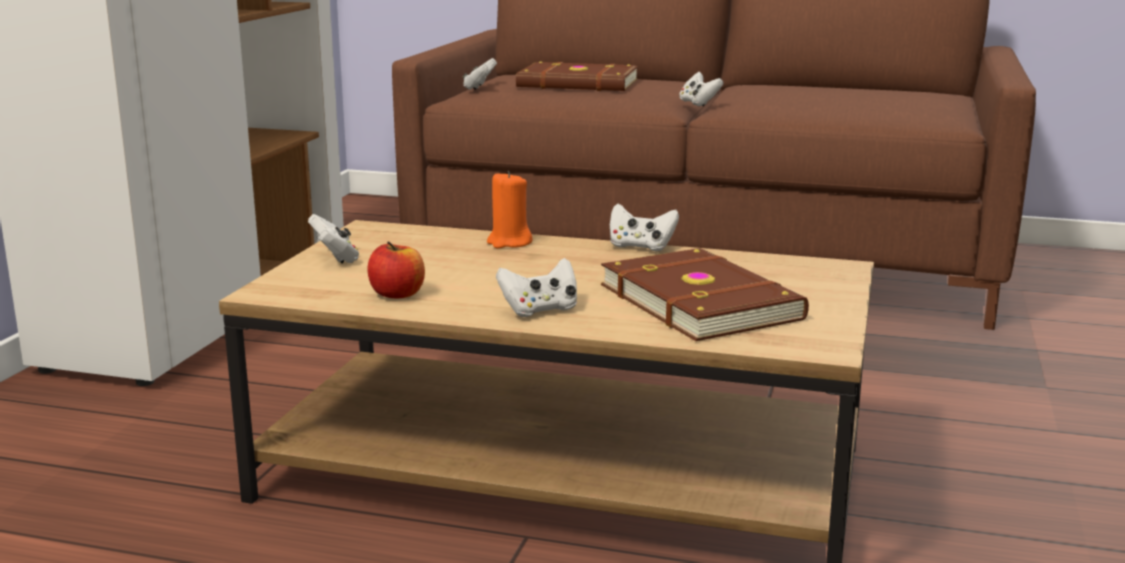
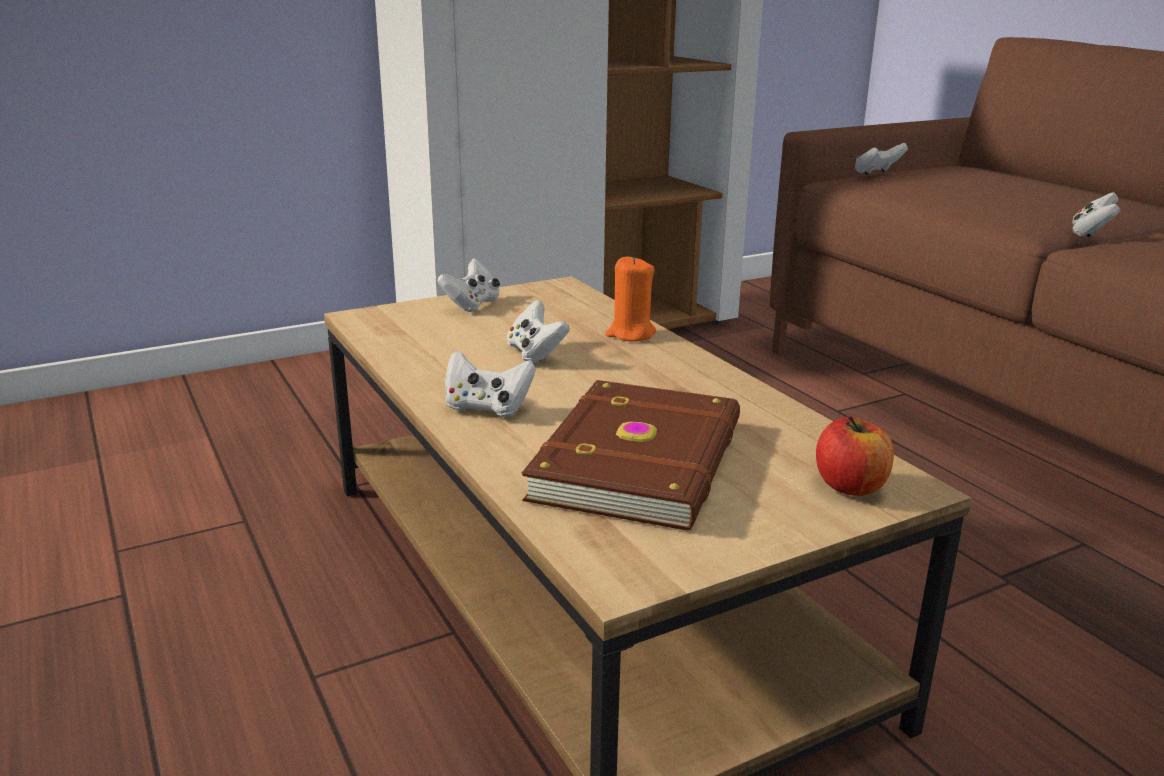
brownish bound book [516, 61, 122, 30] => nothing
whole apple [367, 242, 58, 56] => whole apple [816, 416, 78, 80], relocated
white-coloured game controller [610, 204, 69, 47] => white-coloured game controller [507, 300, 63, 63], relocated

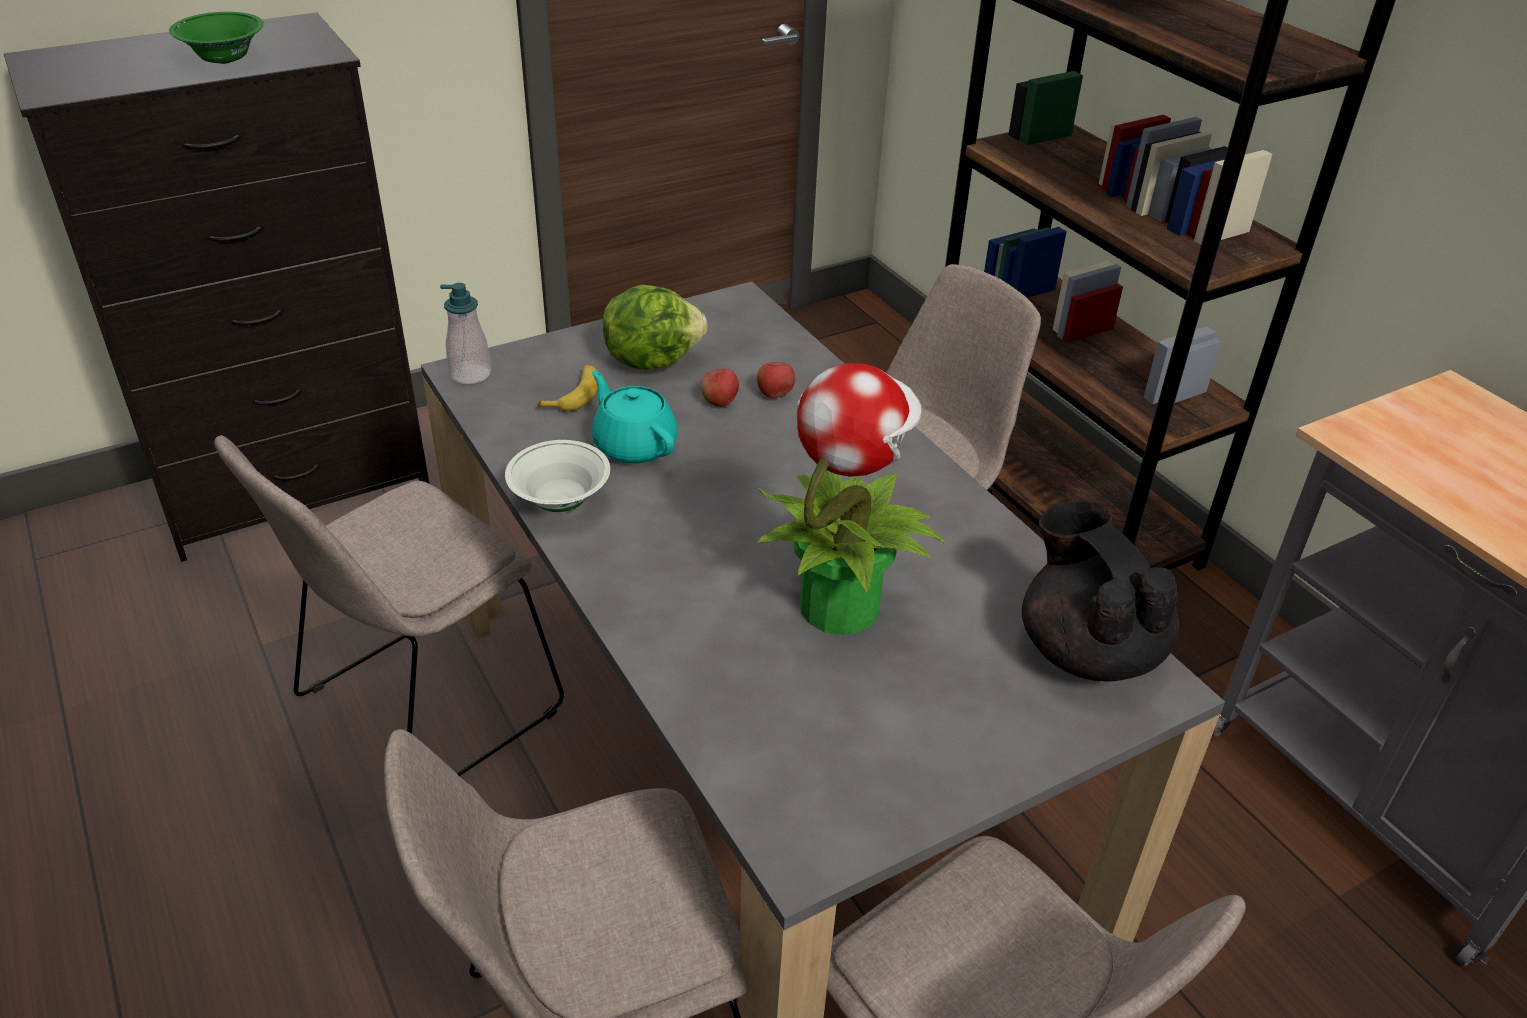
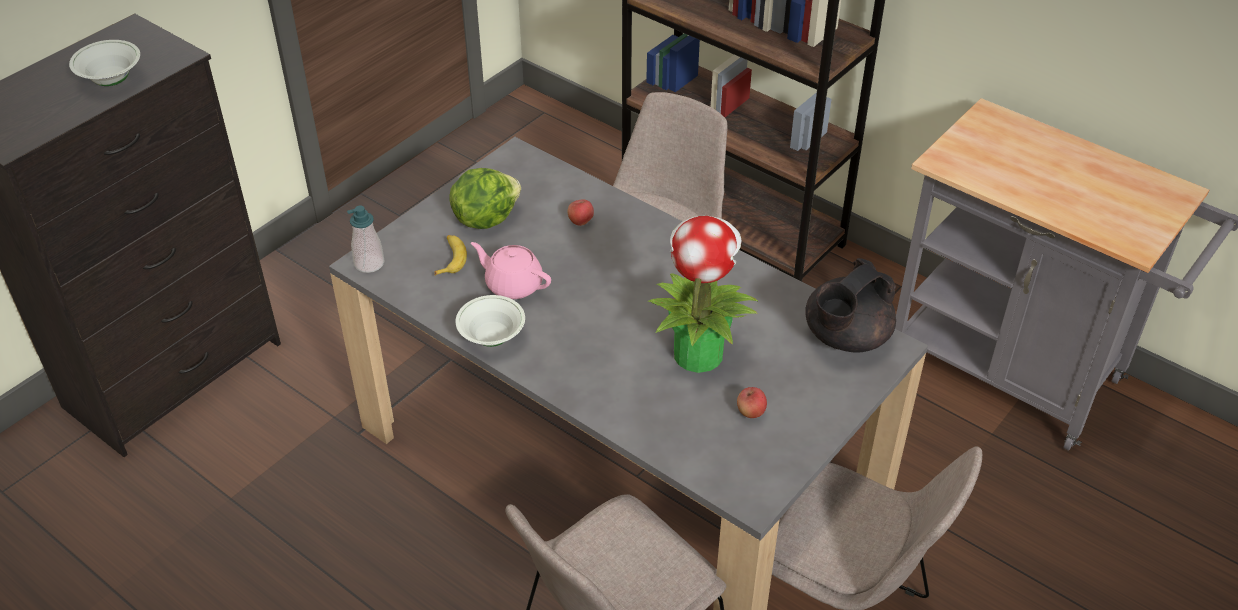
beige-coloured chair [214, 435, 350, 341] => nothing
whole apple [701, 368, 38, 39] => whole apple [737, 387, 30, 31], relocated
greenish deep dish [169, 12, 95, 52] => white-coloured deep dish [69, 40, 71, 46]
turquoise-coloured pot for tea [592, 371, 86, 93] => pink pot for tea [471, 242, 80, 57]
black pot for tea [1022, 500, 156, 182] => black pot for tea [805, 258, 91, 94], 90 degrees counterclockwise

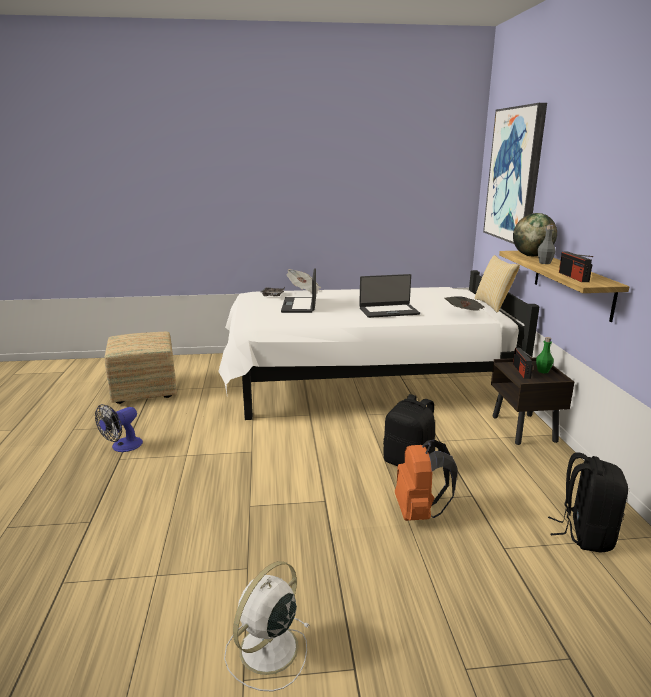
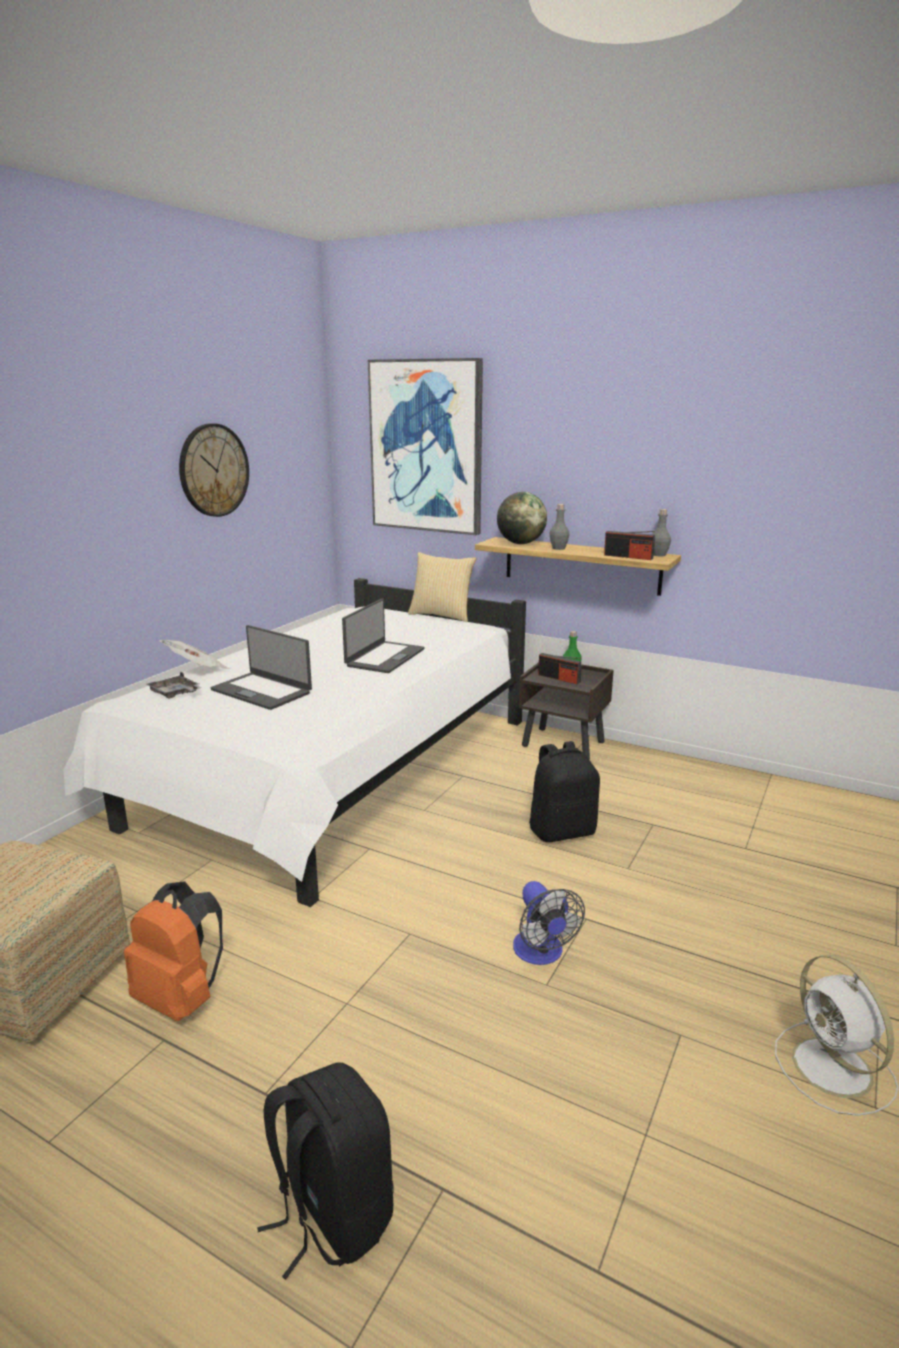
newspaper [444, 296, 40, 15] => nothing
nothing => hanging clock [179, 423, 70, 94]
nothing => greyish bottle [652, 509, 19, 47]
cooling fan [95, 404, 48, 48] => cooling fan [513, 881, 72, 84], relocated
orange rucksack [395, 440, 63, 81] => orange rucksack [124, 881, 99, 141], relocated
black rucksack [548, 452, 80, 101] => black rucksack [257, 1062, 136, 218], relocated

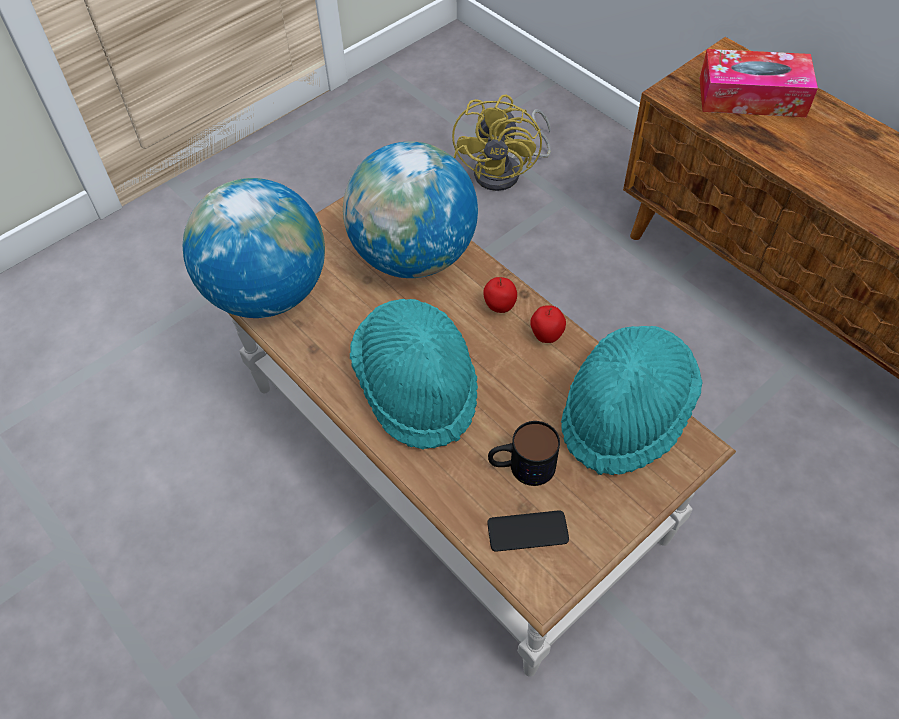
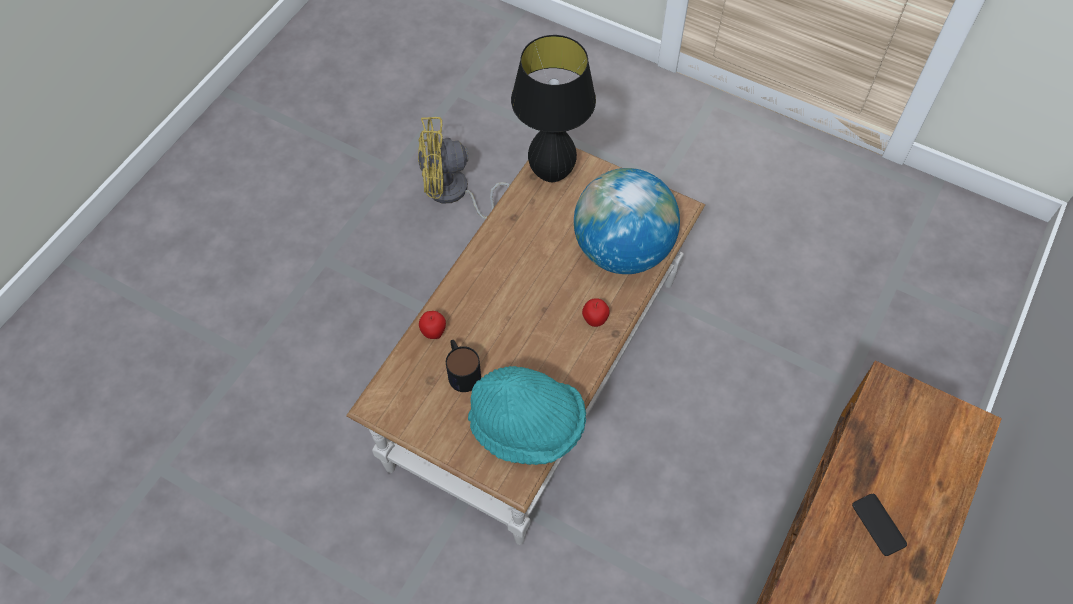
turquoise-coloured hat [350, 299, 128, 151] => nothing
tissue holder [700, 49, 118, 68] => nothing
yellowish cooling fan [452, 94, 99, 97] => yellowish cooling fan [418, 117, 92, 103], relocated
telephone [487, 510, 82, 42] => telephone [852, 494, 55, 62], relocated
whole apple [530, 305, 36, 38] => whole apple [419, 311, 27, 28], relocated
globe [183, 178, 142, 140] => black lamp for a table [511, 35, 85, 147]

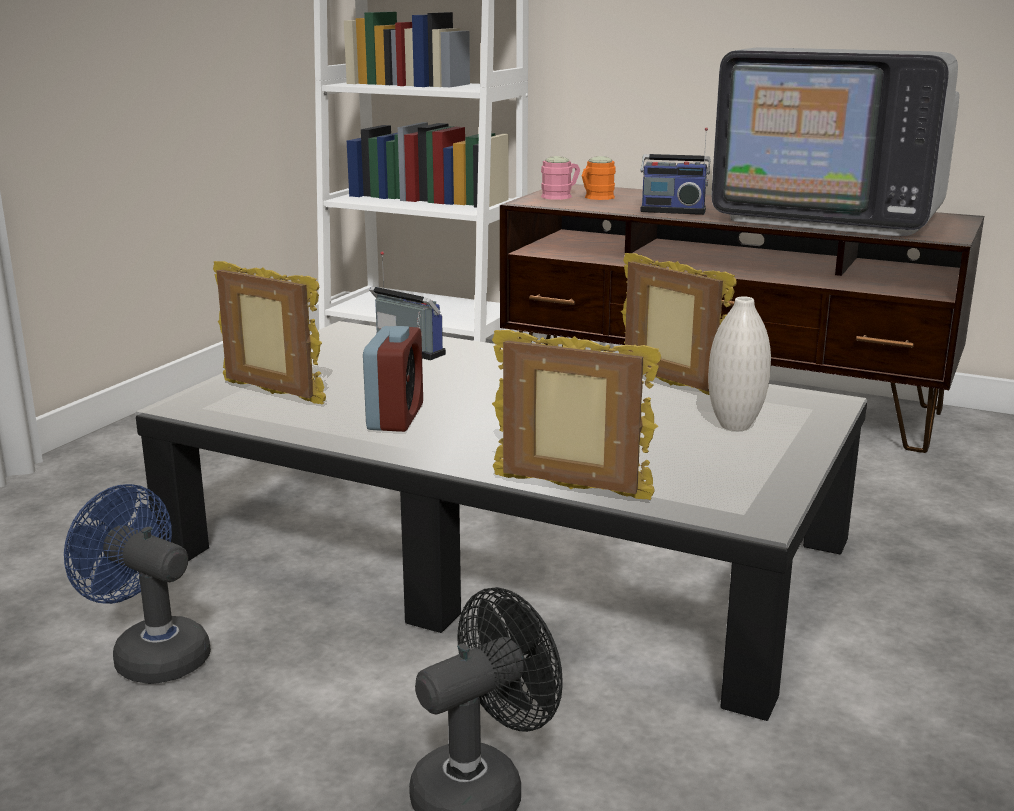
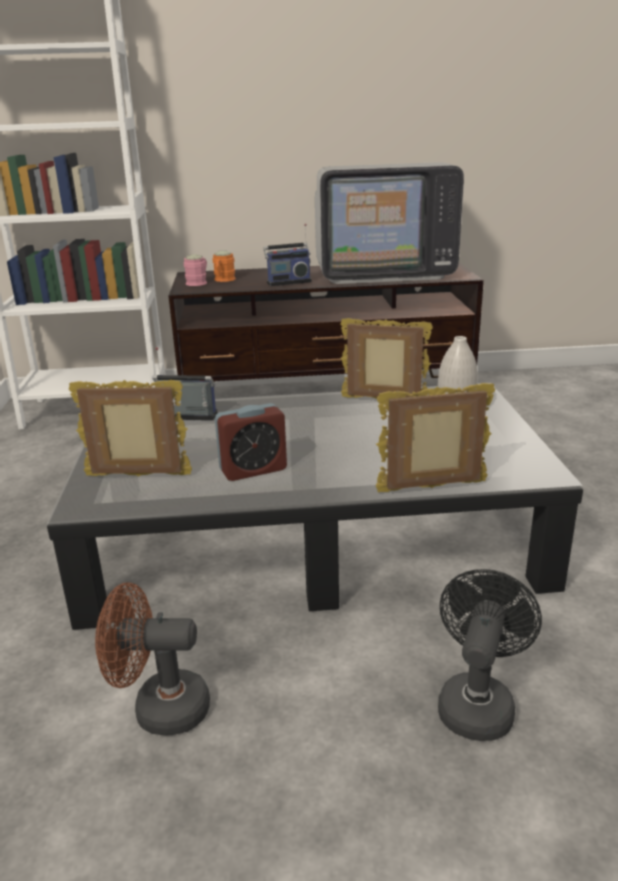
bluish cooling fan [64, 484, 147, 200] => brownish cooling fan [95, 582, 115, 154]
table clock [363, 326, 60, 106] => table clock [215, 403, 72, 78], 90 degrees clockwise

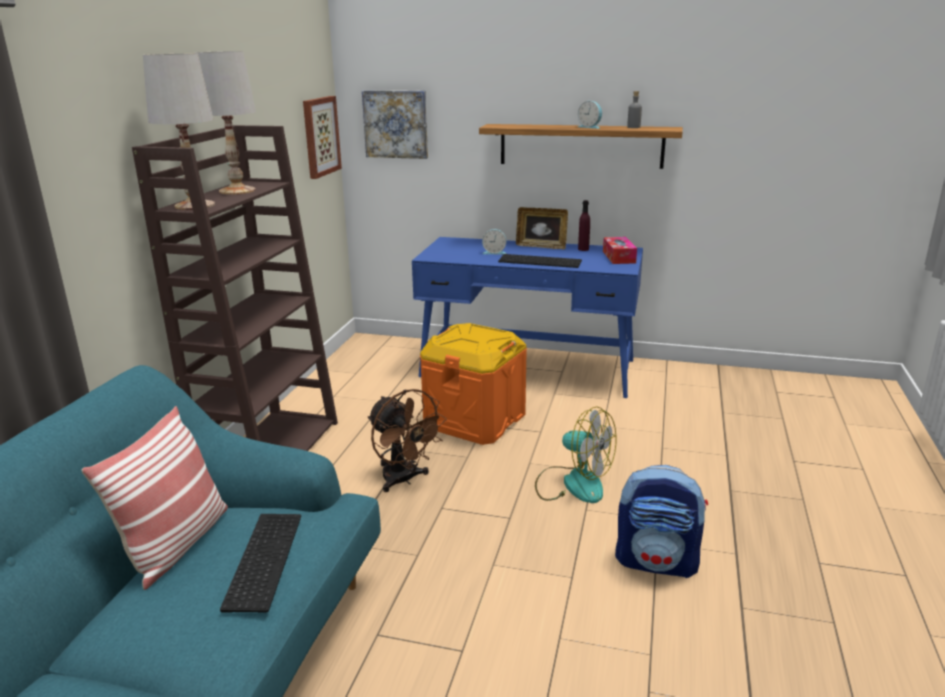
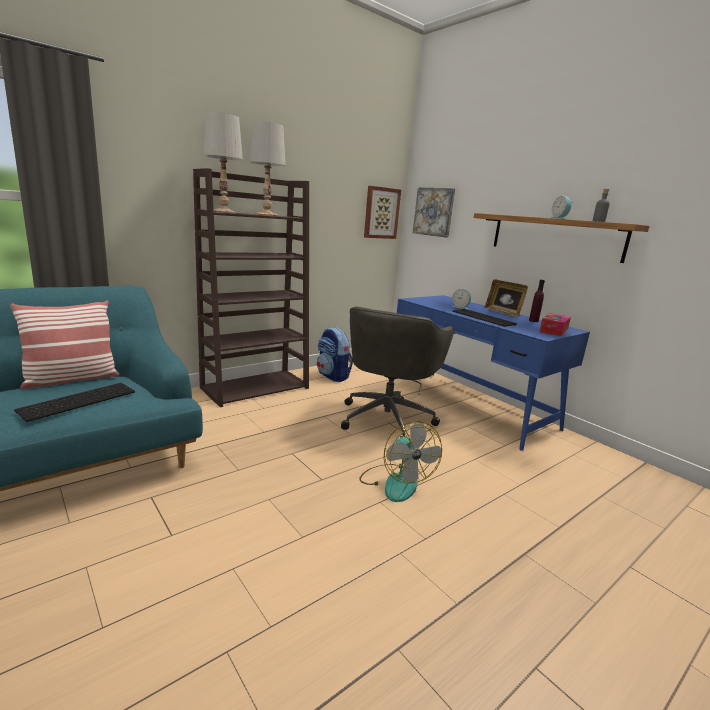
brownish cooling fan [368, 389, 79, 103] => nothing
rucksack [615, 465, 93, 113] => rucksack [317, 327, 36, 55], relocated
orange storage box [420, 323, 107, 122] => greyish computer chair [341, 307, 113, 131]

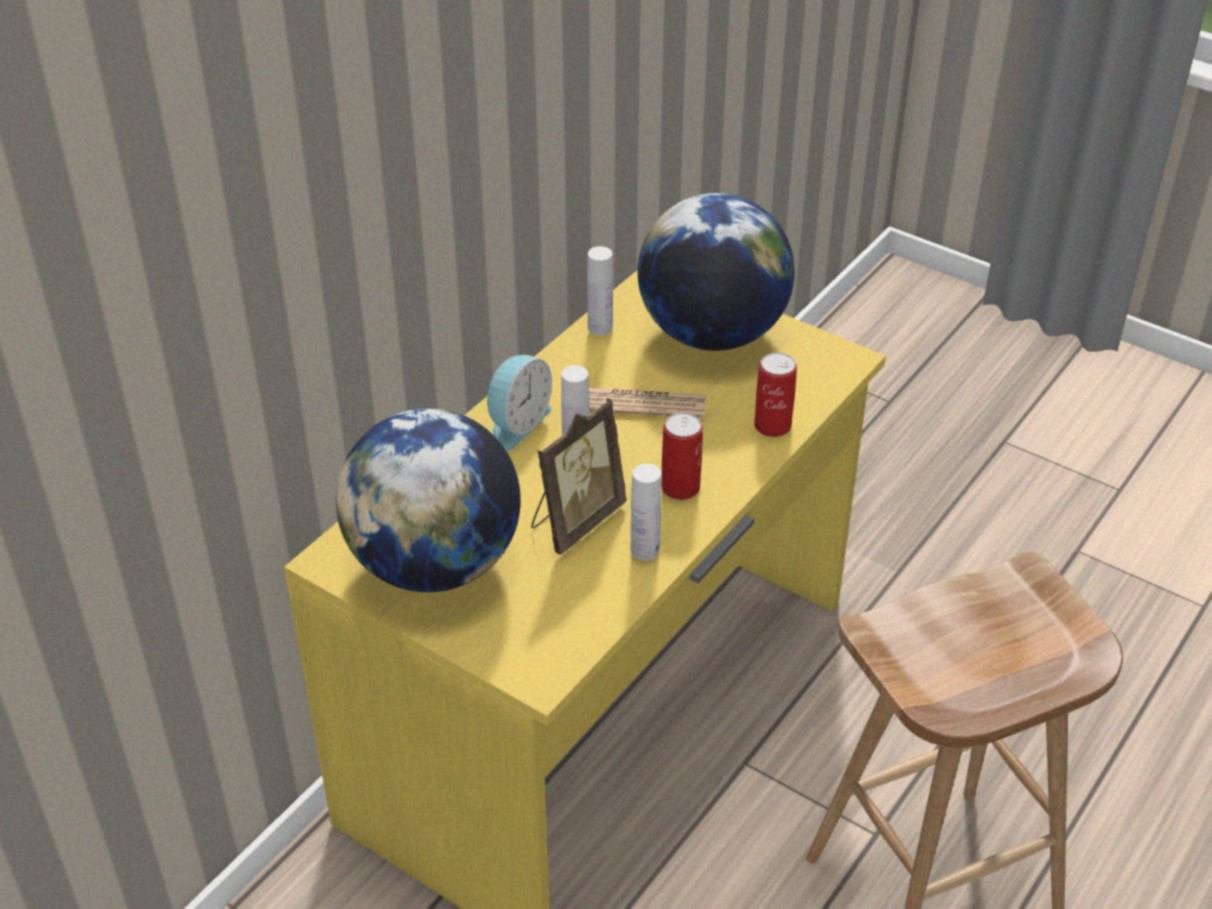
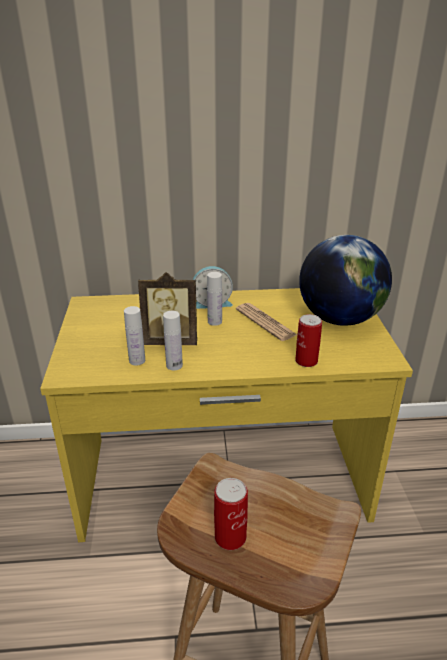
globe [336, 408, 185, 184] => nothing
white-coloured bottle [587, 246, 26, 90] => white-coloured bottle [124, 306, 21, 60], relocated
sealed can [661, 413, 42, 87] => sealed can [214, 478, 34, 72], relocated

